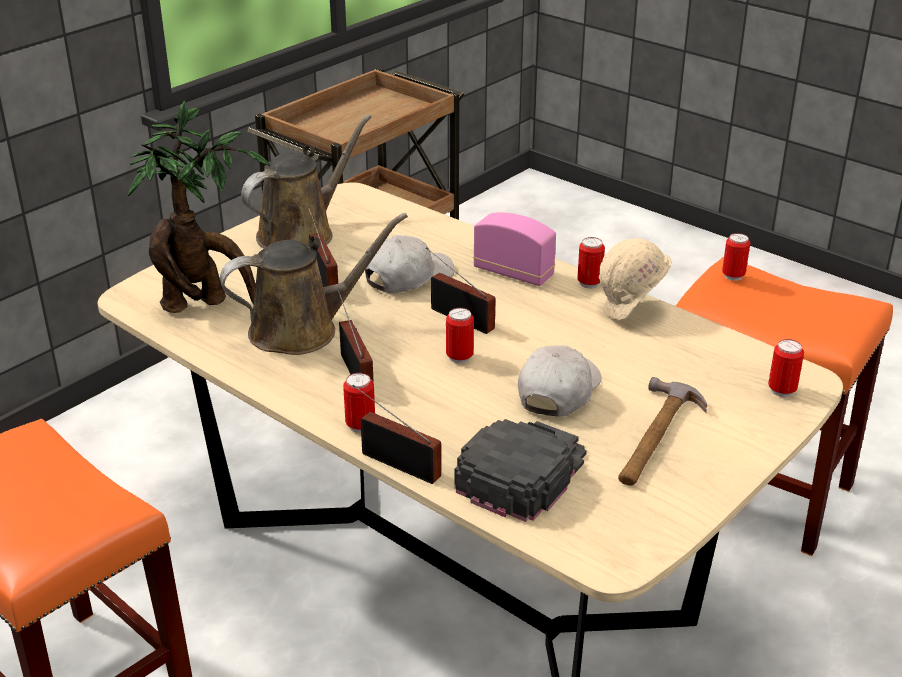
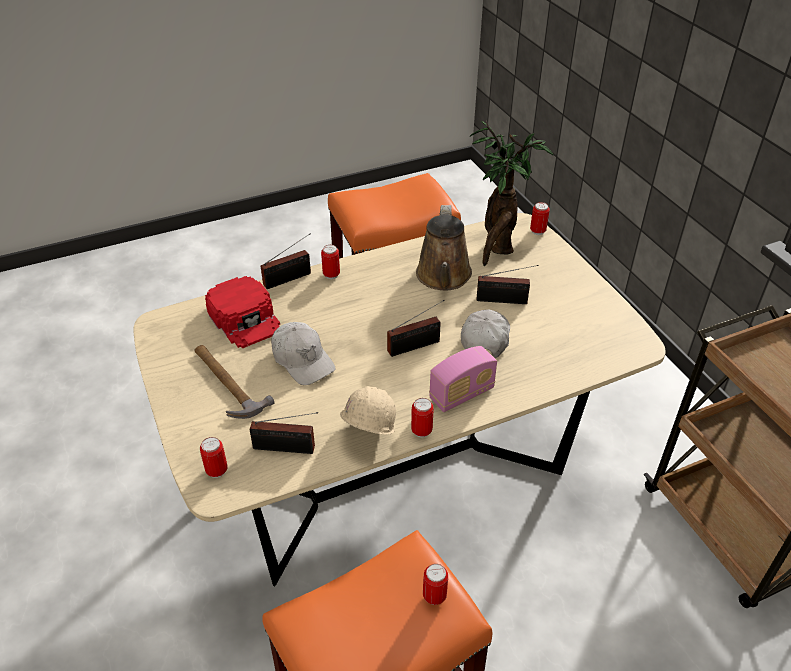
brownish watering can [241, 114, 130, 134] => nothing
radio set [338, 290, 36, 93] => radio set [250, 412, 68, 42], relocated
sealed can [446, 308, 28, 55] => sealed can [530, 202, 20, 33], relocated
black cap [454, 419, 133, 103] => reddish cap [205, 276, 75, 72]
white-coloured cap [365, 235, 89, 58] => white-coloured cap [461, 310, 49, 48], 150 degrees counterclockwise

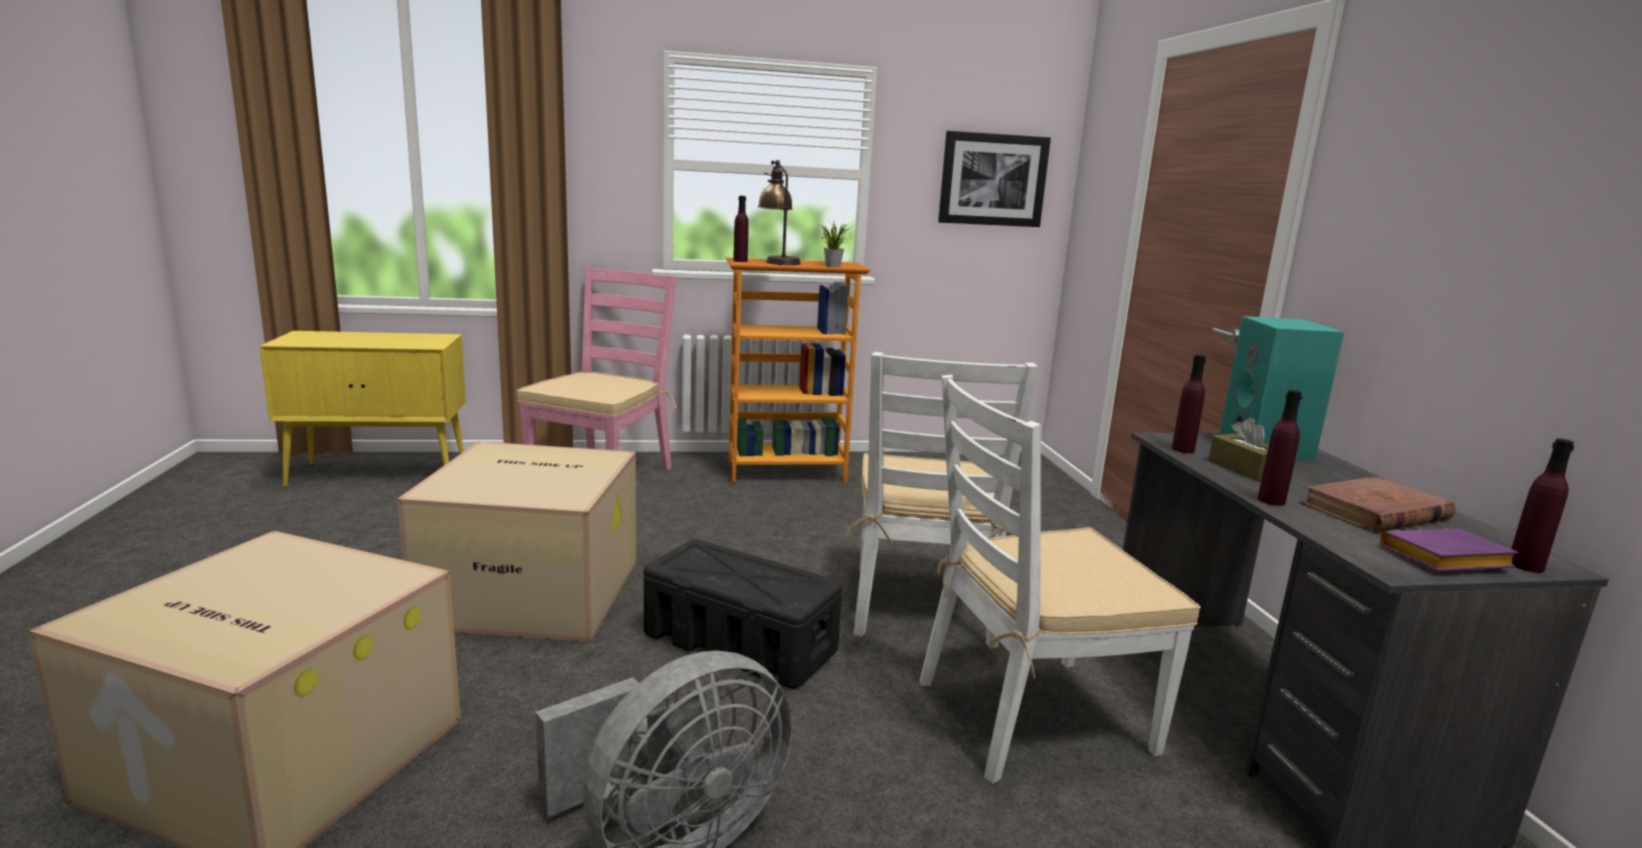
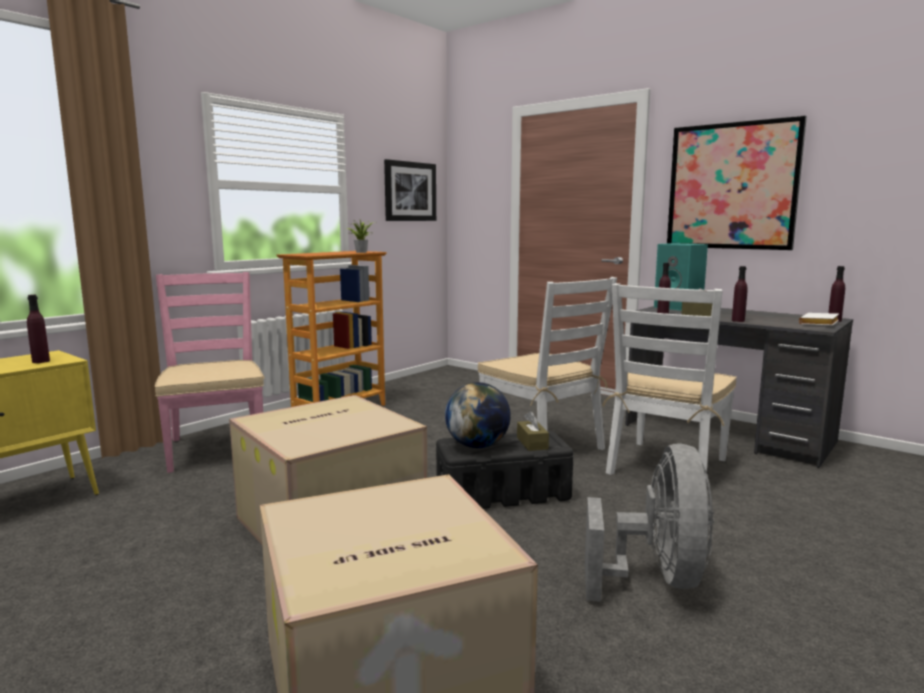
lamp for a table [758, 160, 43, 105] => nothing
brownish bound book [1300, 476, 156, 57] => nothing
nothing => globe [445, 382, 66, 66]
nothing => brownish tissue holder [517, 411, 32, 40]
nothing => wall picture [667, 116, 140, 134]
purple bottle [733, 196, 16, 66] => purple bottle [27, 295, 23, 68], relocated
purple bound book [1380, 528, 139, 43] => white-coloured bound book [799, 313, 40, 12]

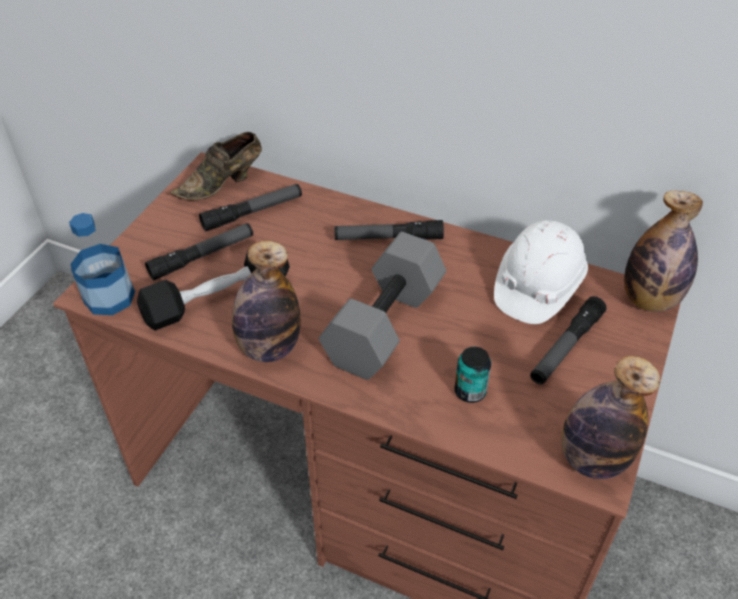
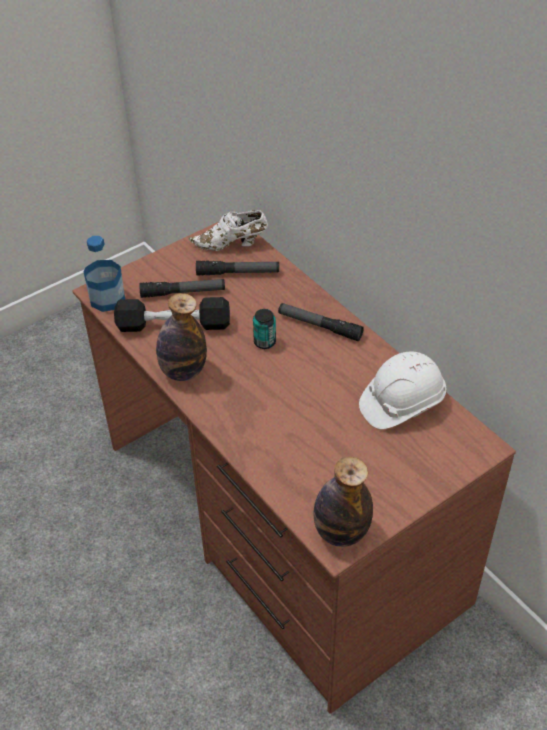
greyish dumbbell [319, 232, 127, 148] => nothing
flashlight [530, 296, 77, 88] => nothing
bottle [624, 190, 79, 122] => nothing
sealed can [454, 347, 37, 56] => sealed can [253, 309, 23, 40], relocated
brownish shoe [170, 132, 92, 69] => white-coloured shoe [189, 210, 79, 41]

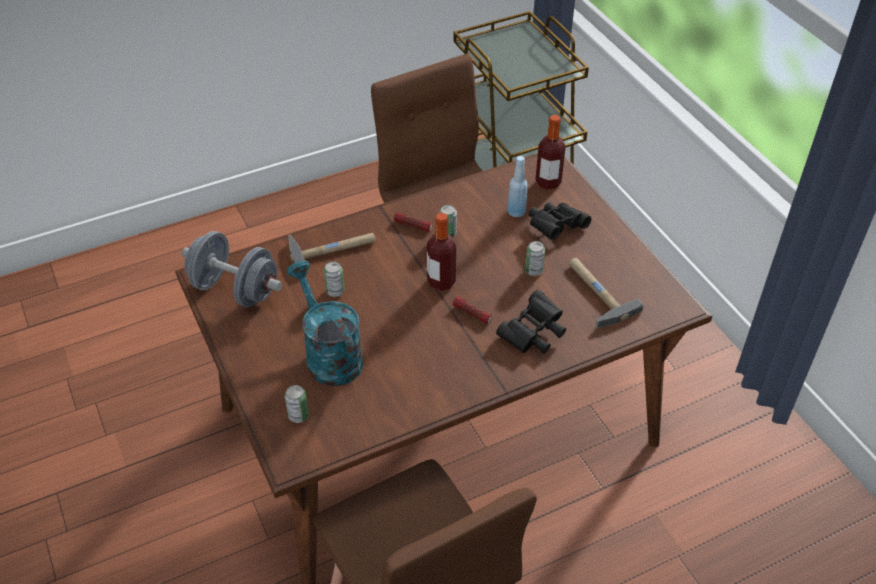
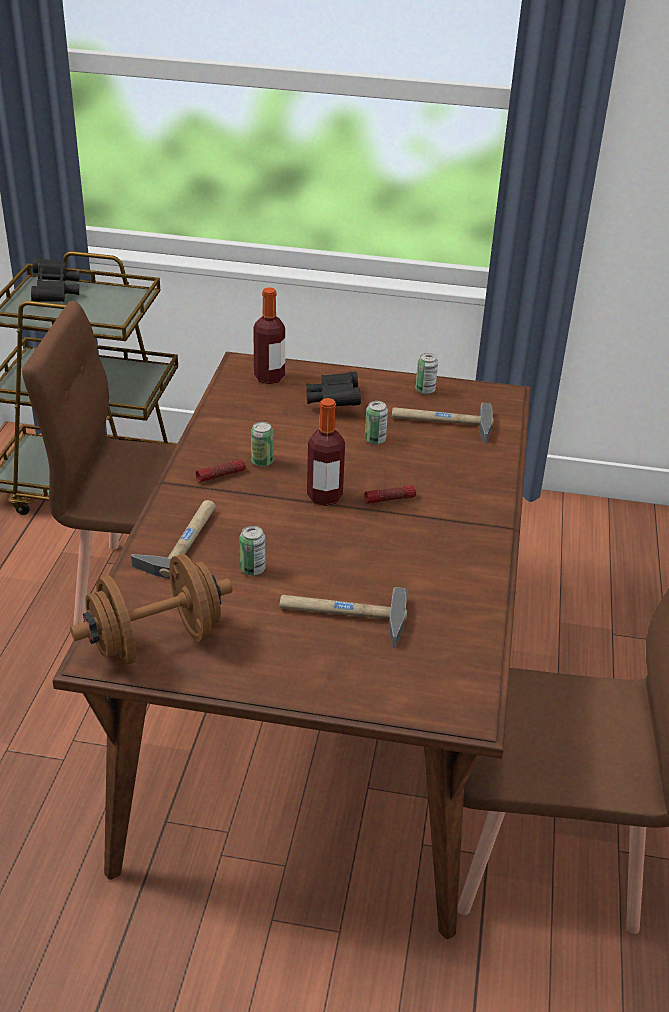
bluish bottle [507, 156, 21, 61] => nothing
sealed can [285, 385, 24, 38] => sealed can [416, 353, 22, 41], relocated
black pair of binoculars [496, 290, 70, 64] => black pair of binoculars [31, 258, 48, 44], relocated
turquoise-coloured watering can [287, 261, 76, 125] => hand hammer [279, 587, 129, 61]
greyish dumbbell [182, 231, 100, 76] => brownish dumbbell [70, 554, 163, 111]

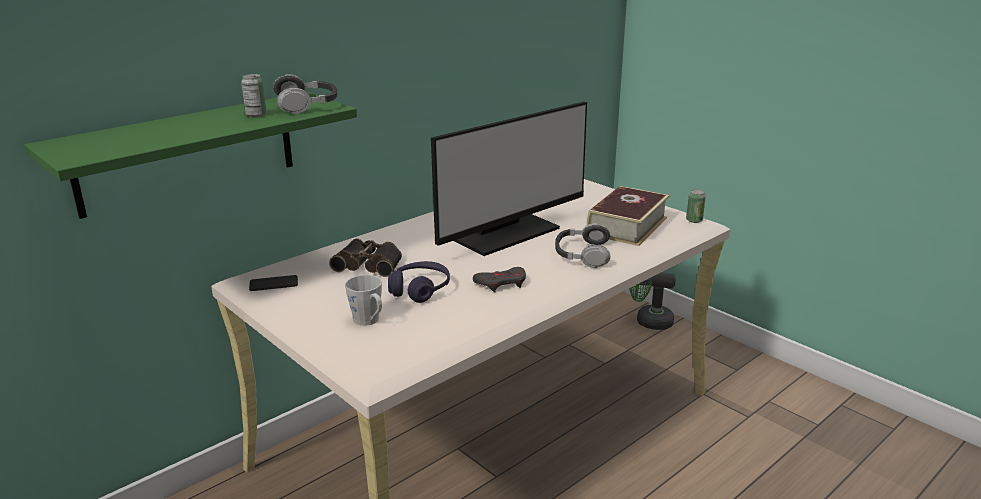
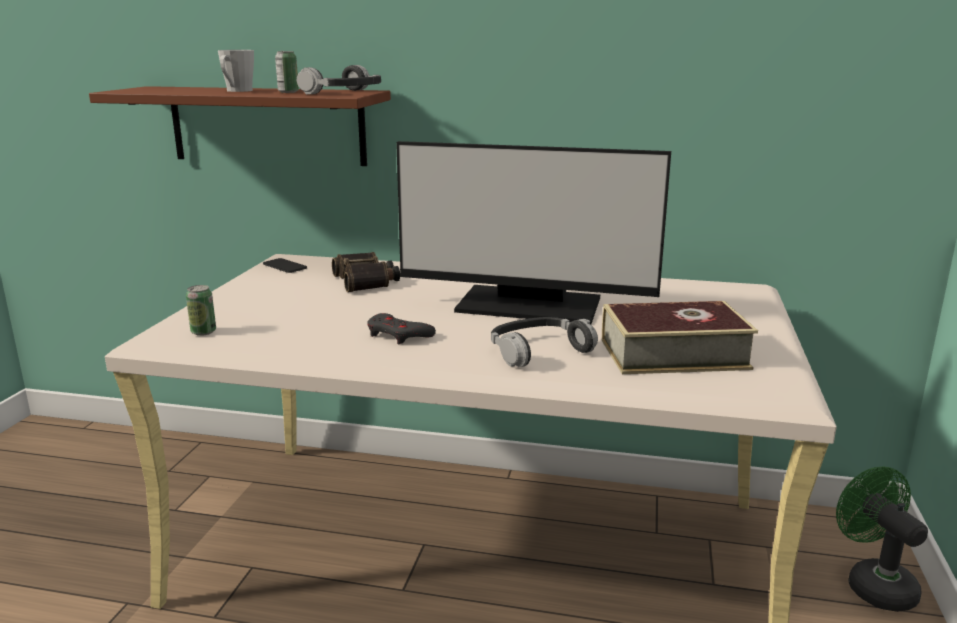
purple pair of headphones [388, 261, 62, 42] => nothing
greyish tea mug [345, 275, 37, 51] => greyish tea mug [218, 50, 36, 42], relocated
sealed can [686, 189, 20, 34] => sealed can [186, 285, 30, 51], relocated
greenish shelf [24, 92, 333, 127] => brownish shelf [89, 86, 302, 80]

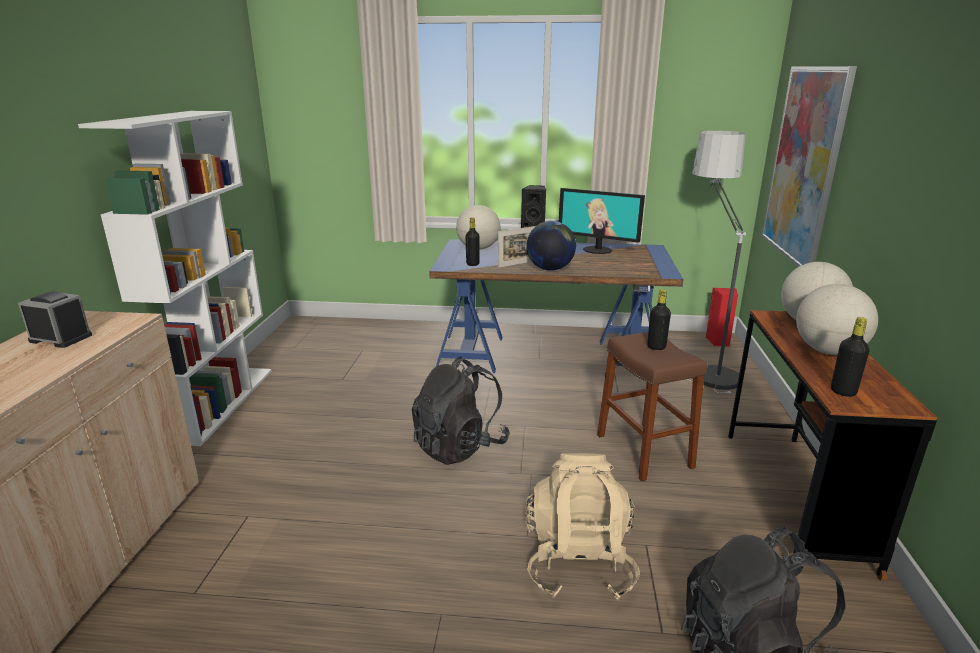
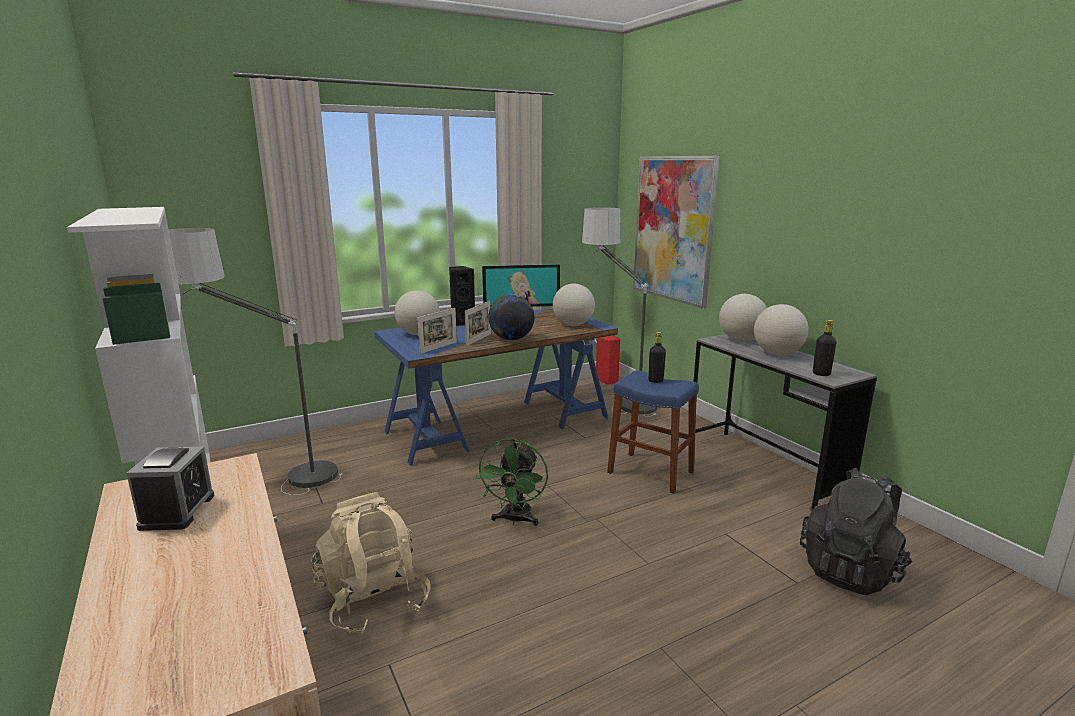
nothing => floor lamp [168, 228, 175, 267]
nothing => globe [553, 284, 42, 42]
beige-coloured rucksack [525, 453, 115, 147] => beige-coloured rucksack [311, 492, 120, 142], relocated
black rucksack [412, 356, 98, 109] => greenish cooling fan [475, 438, 73, 88]
black bottle [465, 217, 15, 49] => standing frame [417, 308, 40, 46]
brownish stool seat [597, 332, 110, 149] => bluish stool seat [607, 370, 92, 124]
brownish desk table [728, 310, 209, 270] => greyish desk table [693, 334, 184, 178]
table clock [18, 291, 74, 57] => table clock [126, 447, 88, 84], 105 degrees clockwise

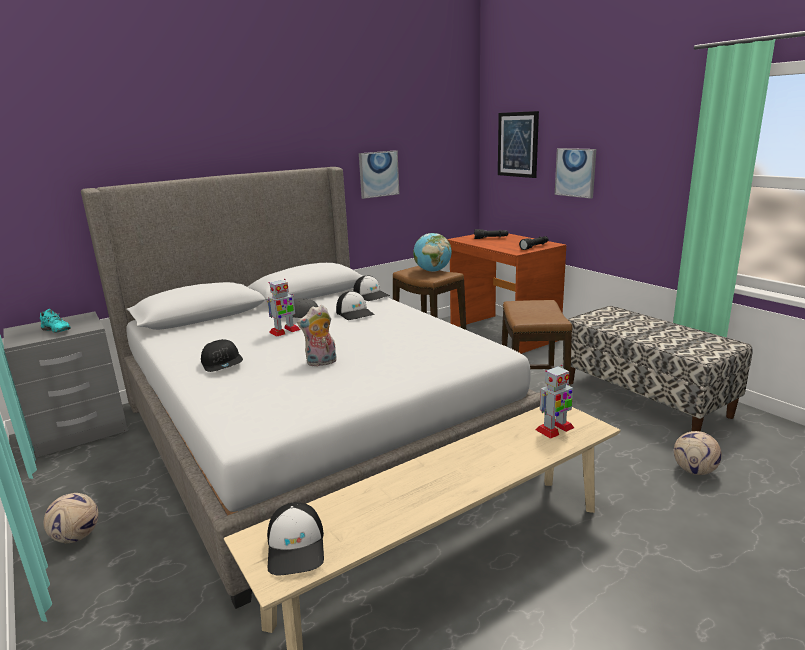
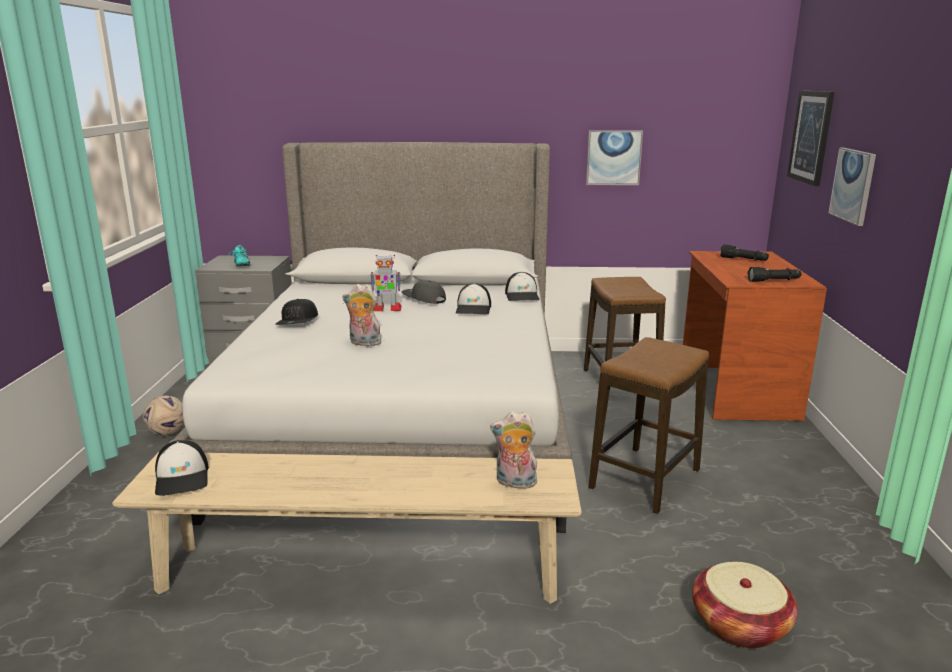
globe [413, 233, 39, 39] => nothing
long seat [563, 306, 189, 125] => nothing
toy robot [536, 365, 38, 74] => soft toy [490, 411, 47, 78]
football [674, 431, 48, 44] => storage basket [692, 562, 106, 87]
cap [267, 502, 57, 73] => cap [155, 440, 54, 56], 45 degrees counterclockwise

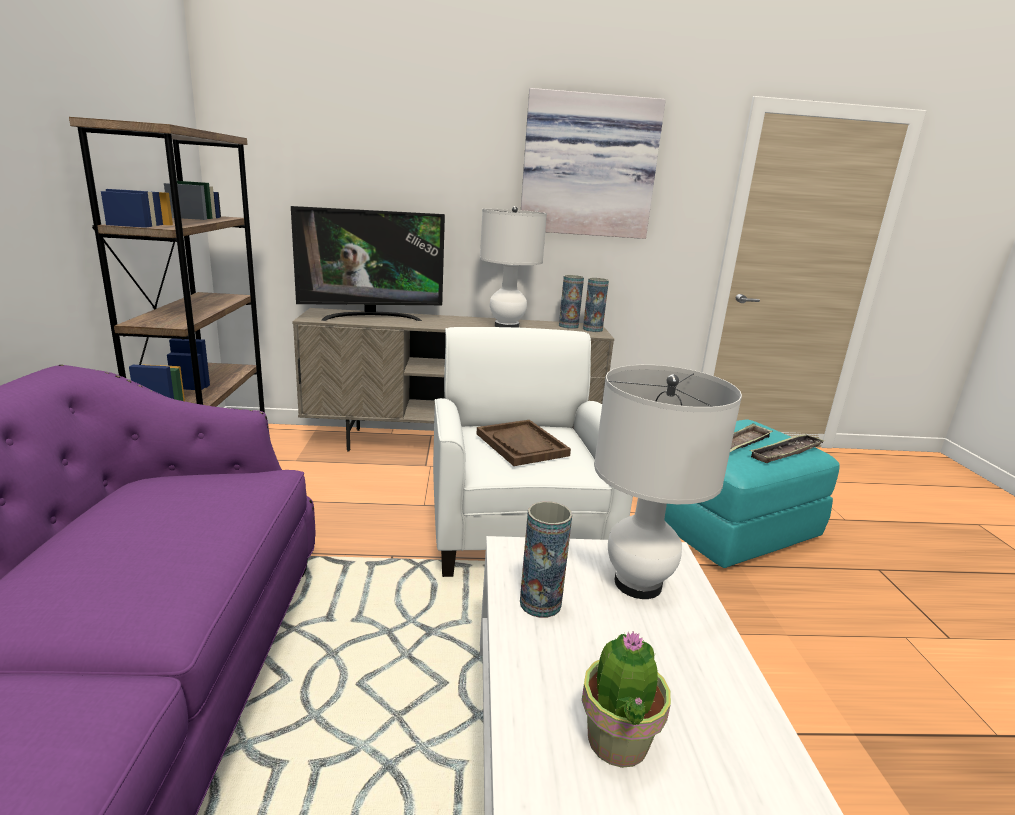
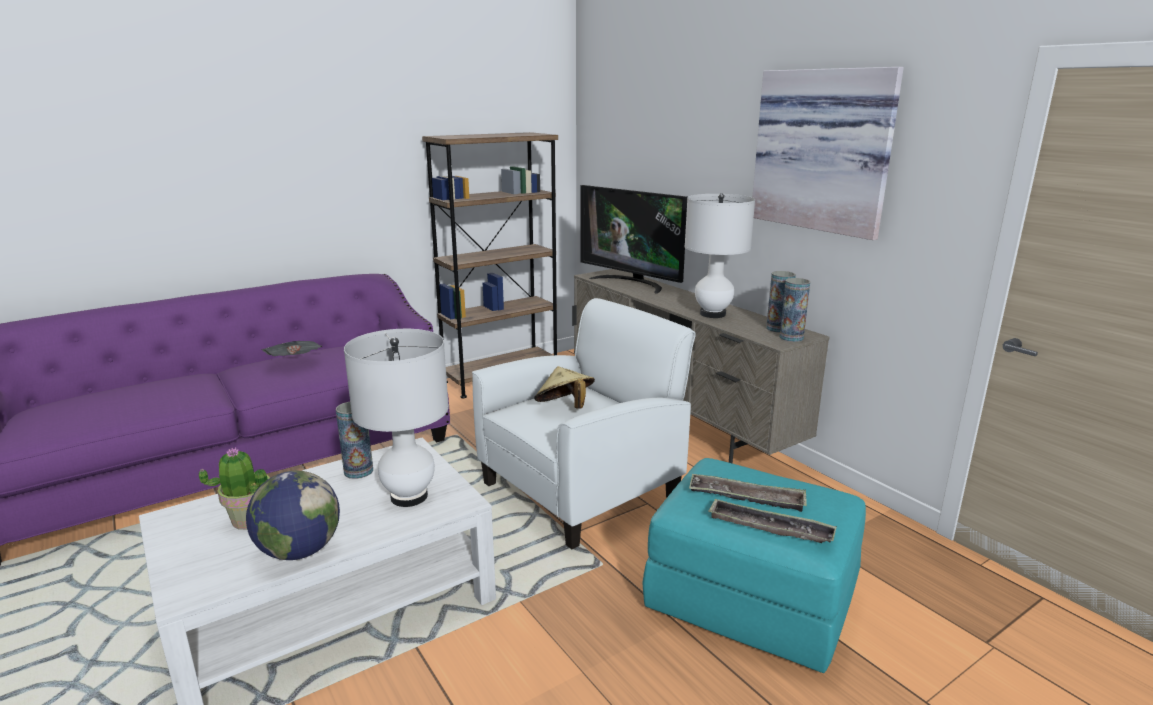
nothing => globe [246, 471, 94, 89]
nothing => newspaper [261, 341, 61, 15]
brownish carrying tray [477, 420, 94, 46] => beige-coloured hat [534, 366, 61, 43]

